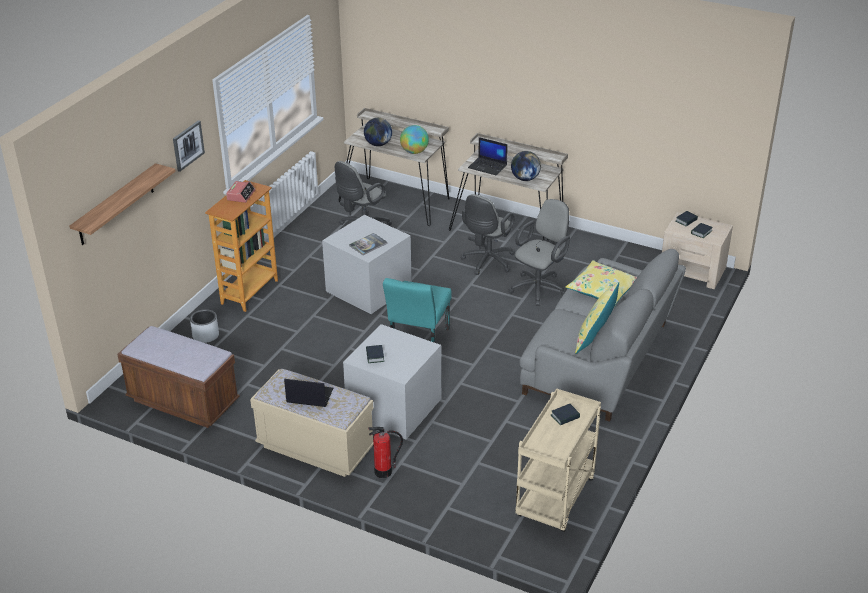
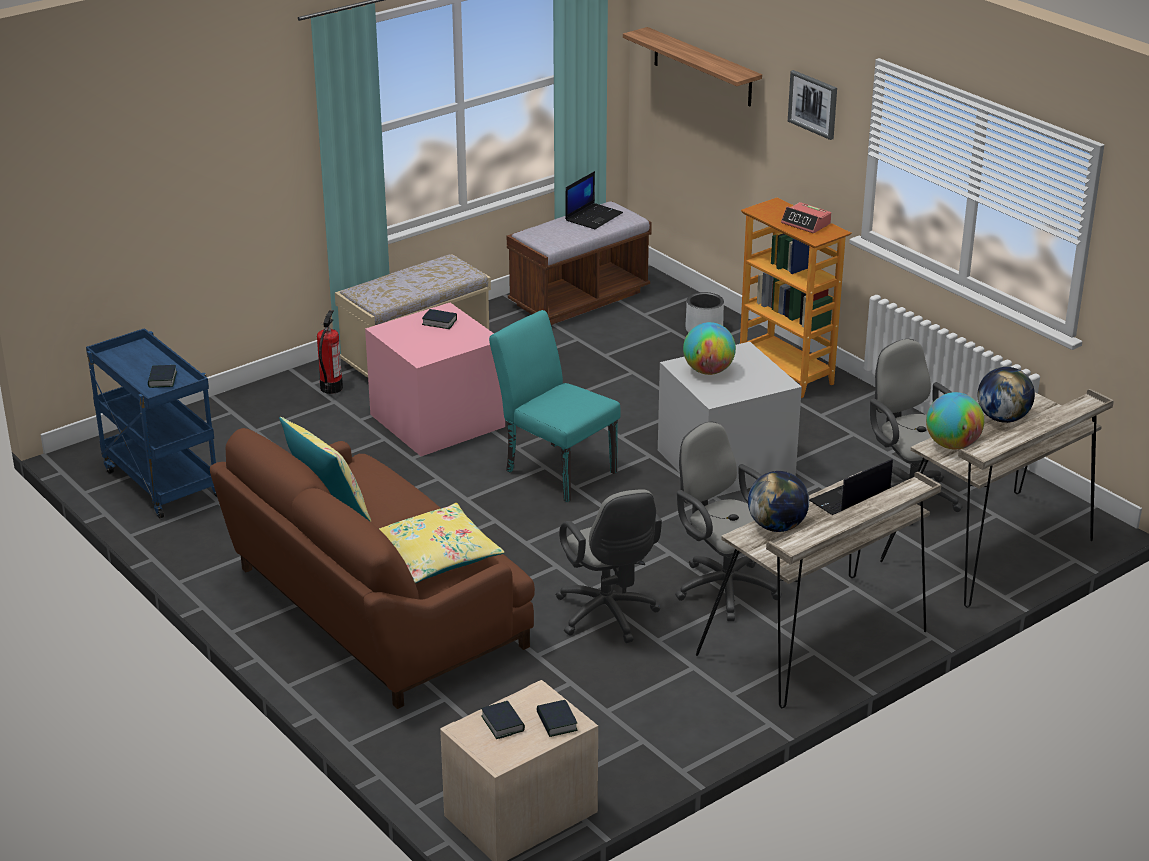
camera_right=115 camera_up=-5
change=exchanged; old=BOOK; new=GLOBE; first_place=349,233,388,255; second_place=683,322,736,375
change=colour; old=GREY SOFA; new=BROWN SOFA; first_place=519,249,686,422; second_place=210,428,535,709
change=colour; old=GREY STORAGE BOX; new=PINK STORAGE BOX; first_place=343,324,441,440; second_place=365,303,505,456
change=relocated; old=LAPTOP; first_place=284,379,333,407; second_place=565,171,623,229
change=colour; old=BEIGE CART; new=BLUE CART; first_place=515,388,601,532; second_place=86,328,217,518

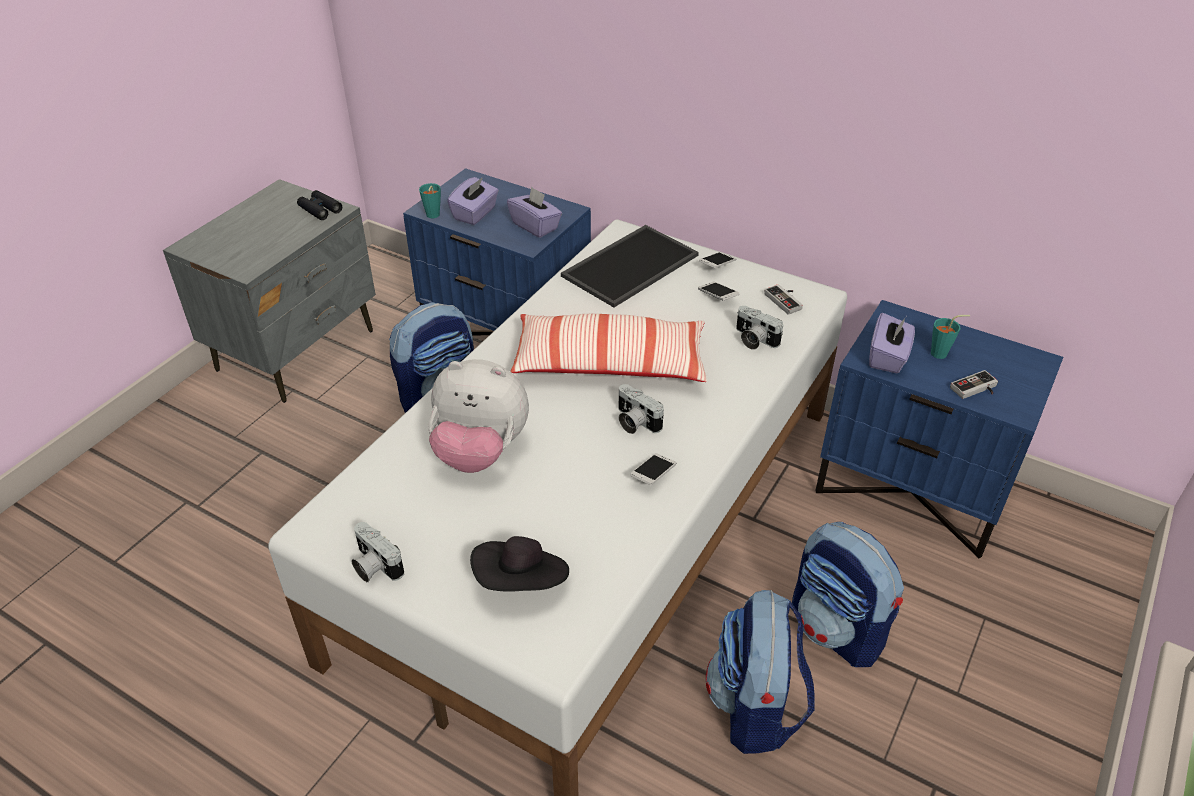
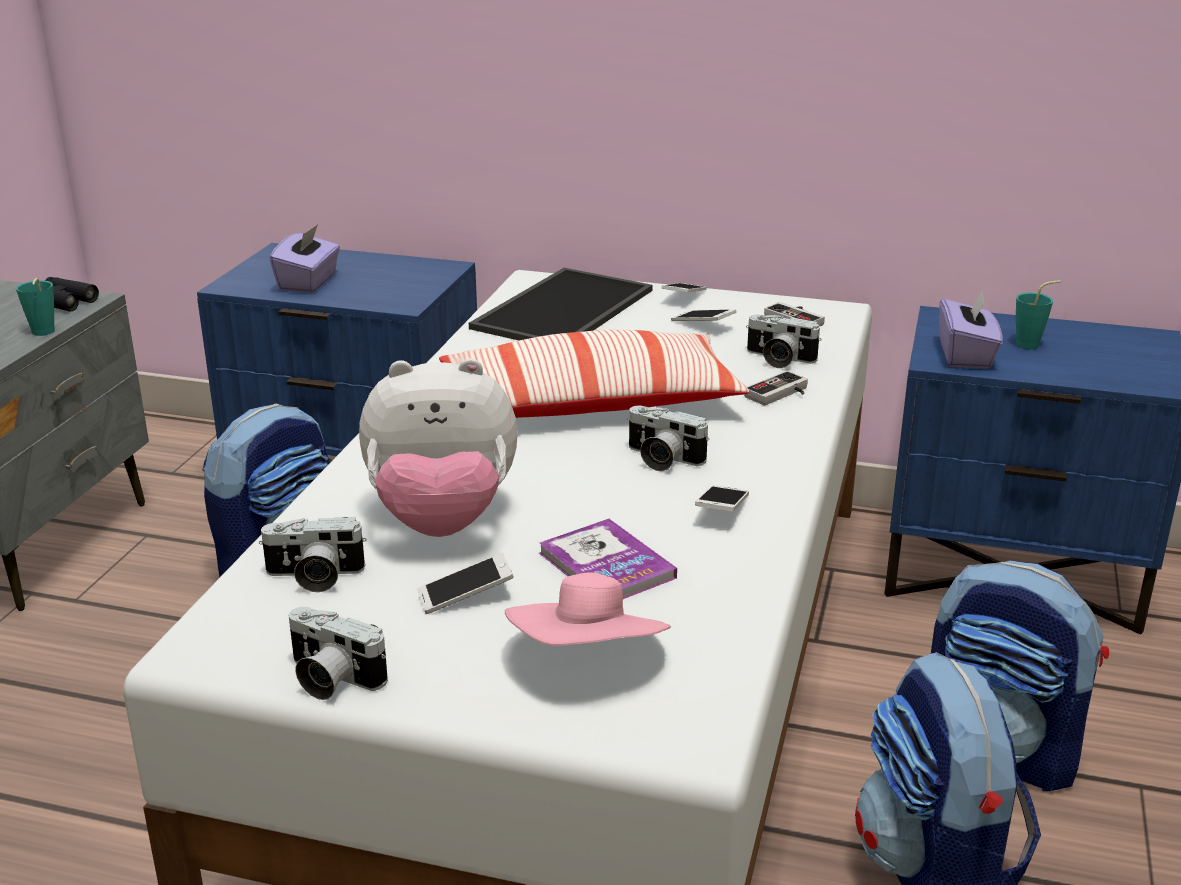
camera_right=-15 camera_up=-15
change=relocated; old=TURQUOISE CUP; first_place=419,183,441,218; second_place=16,278,55,336
change=missing; old=PURPLE TISSUE BOX; first_place=507,186,562,238
change=relocated; old=GAME CONTROLLER; first_place=950,370,998,399; second_place=744,371,808,406
change=colour; old=BLACK HAT; new=PINK HAT; first_place=470,536,569,592; second_place=505,572,671,646
change=appeared; new=PHOTO CAMERA; second_place=259,517,366,592
change=appeared; new=BOOK; second_place=539,519,677,599
change=appeared; new=PHONE; second_place=417,553,514,614

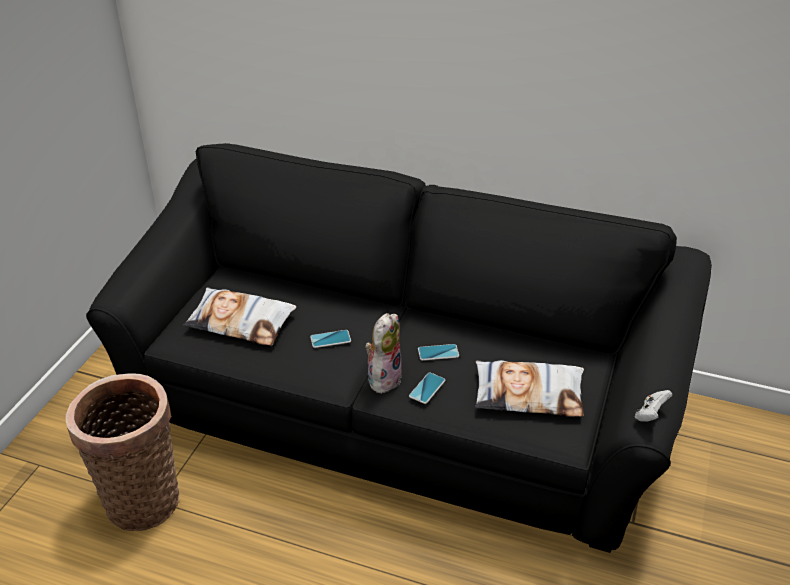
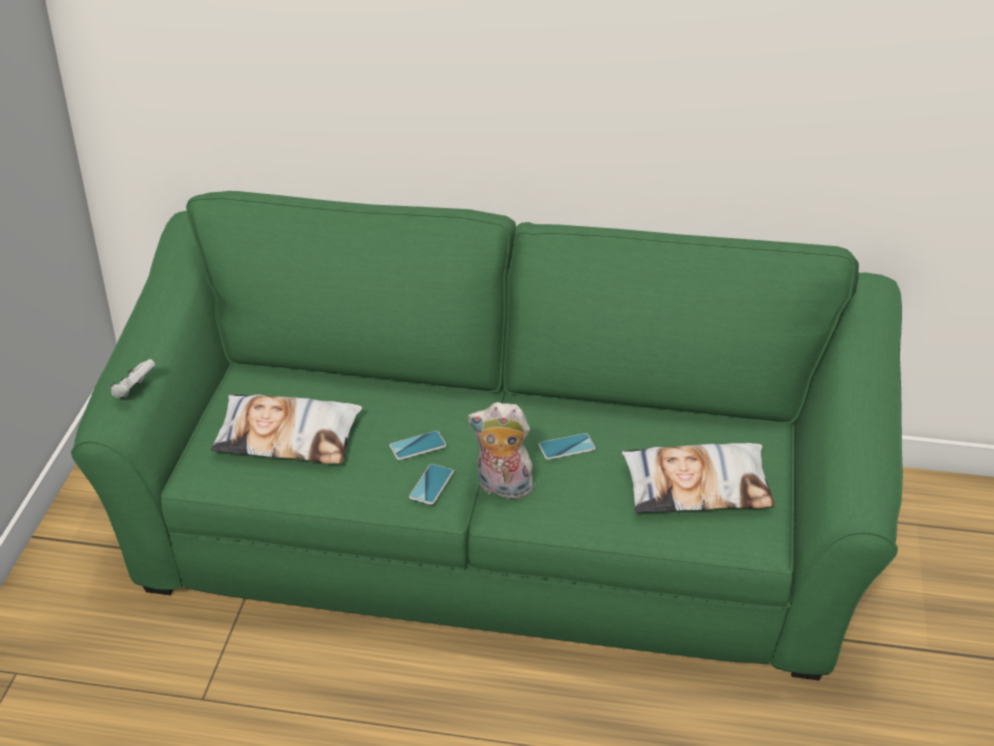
camera_right=-10 camera_up=0
change=colour; old=BLACK SOFA; new=GREEN SOFA; first_place=86,143,712,553; second_place=71,191,903,680
change=spun; old=PLUSH TOY; first_place=365,313,402,396; second_place=468,402,536,499; degrees=-90
change=relocated; old=PHONE; first_place=409,372,446,404; second_place=409,464,454,505
change=missing; old=BASKET; first_place=65,373,179,531
change=relocated; old=WHITE GAME CONTROLLER; first_place=635,390,672,422; second_place=110,359,155,398

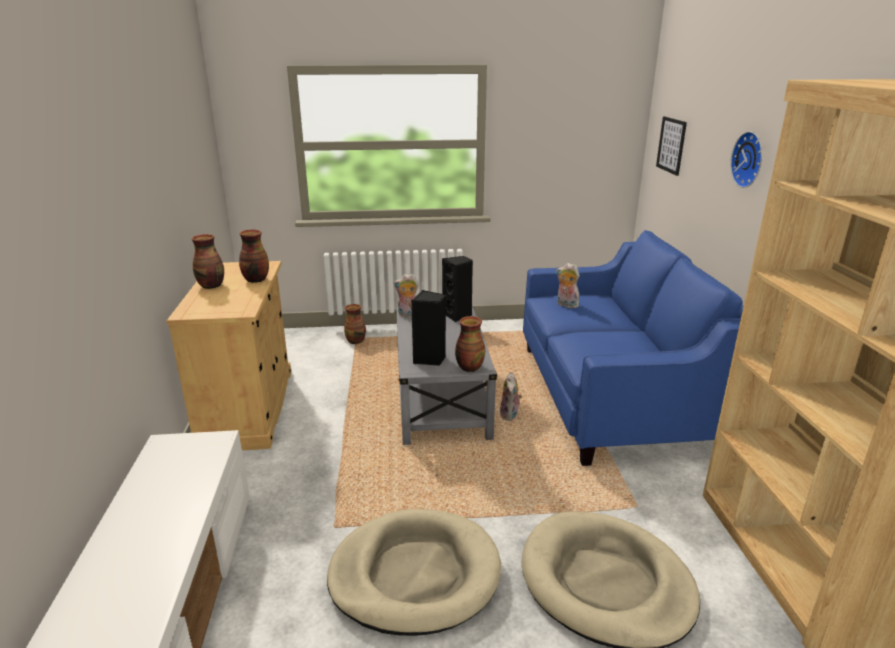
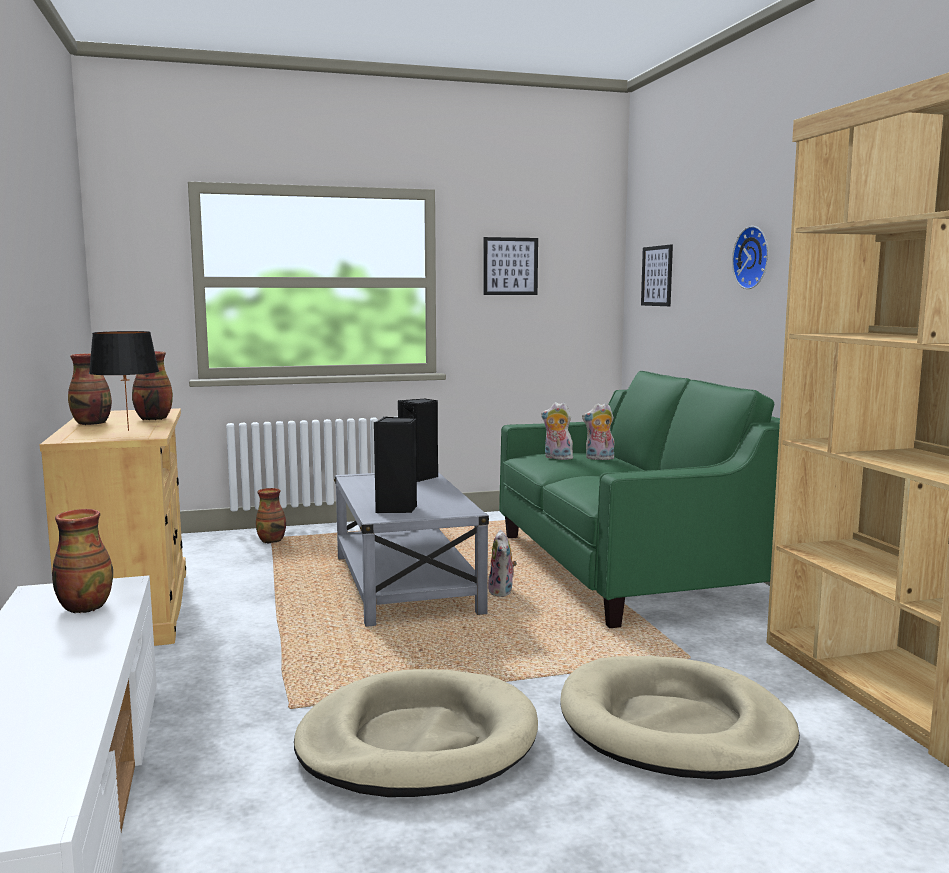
camera_right=-10 camera_up=-15
change=colour; old=BLUE SOFA; new=GREEN SOFA; first_place=523,230,744,466; second_place=499,371,780,628
change=relocated; old=PLUSH TOY; first_place=393,274,418,318; second_place=582,403,615,460
change=relocated; old=VASE; first_place=455,316,485,372; second_place=52,509,113,613
change=appeared; new=PICTURE; second_place=483,237,538,295
change=appeared; new=BLACK TABLE LAMP; second_place=89,331,159,431

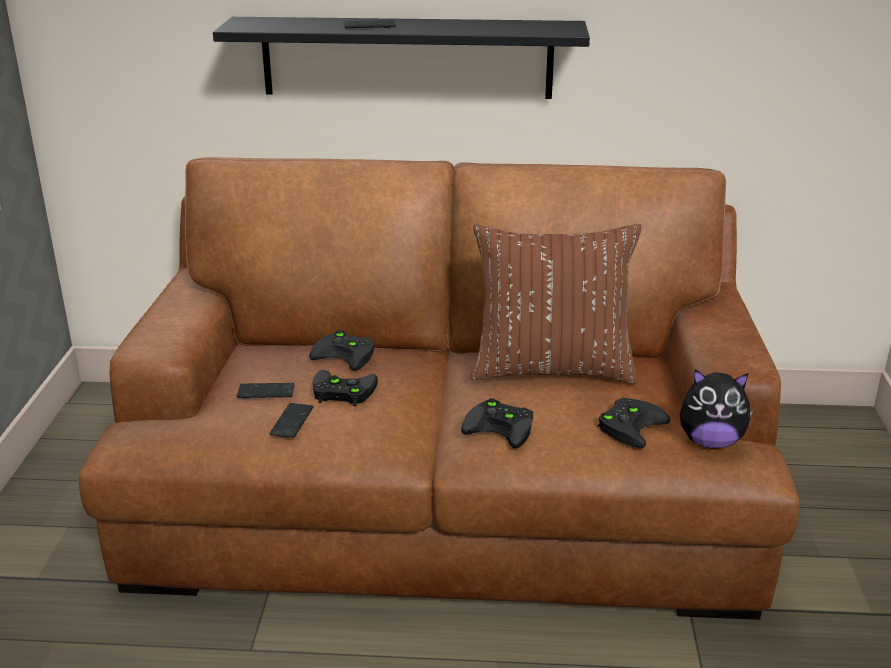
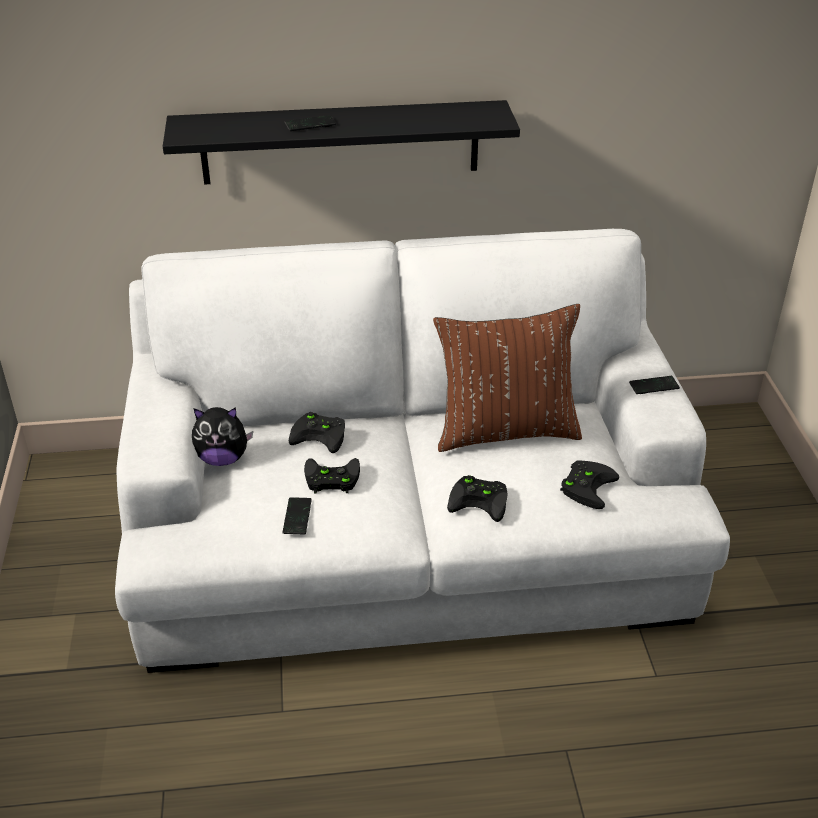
camera_right=-10 camera_up=10
change=colour; old=BROWN SOFA; new=WHITE SOFA; first_place=79,157,799,620; second_place=115,229,730,673
change=relocated; old=PLUSH TOY; first_place=680,369,753,449; second_place=192,407,253,466
change=relocated; old=PHONE; first_place=237,383,295,398; second_place=629,376,680,394

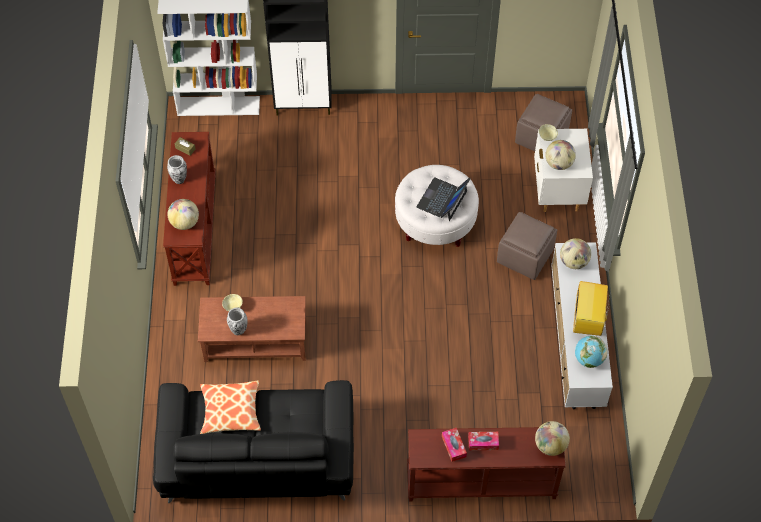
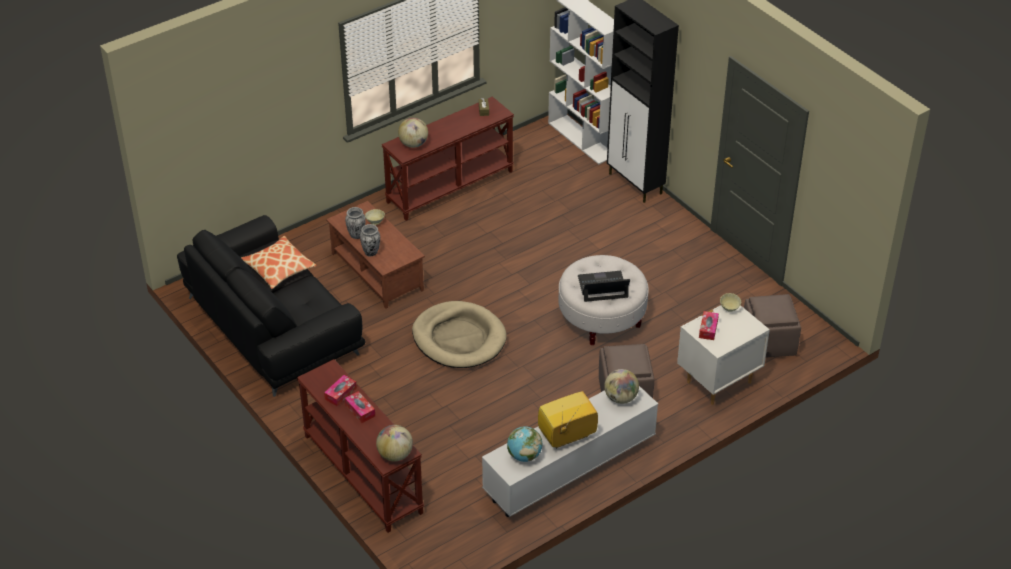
camera_right=55 camera_up=-15
change=exchanged; old=GLOBE; new=TISSUE BOX; first_place=545,140,576,170; second_place=699,311,719,340
change=relocated; old=VASE; first_place=167,155,187,184; second_place=360,224,380,256
change=appeared; new=BEIGE DOG BED; second_place=412,301,507,368

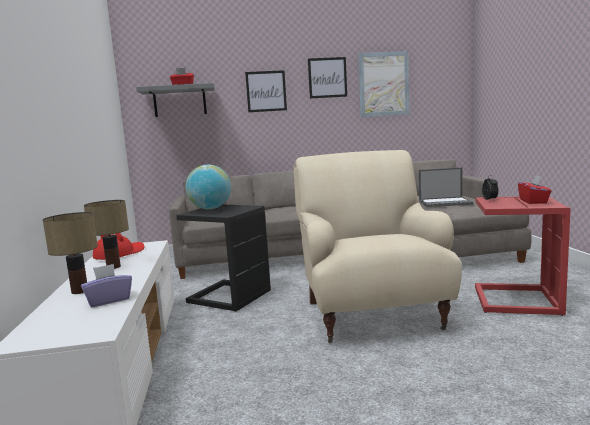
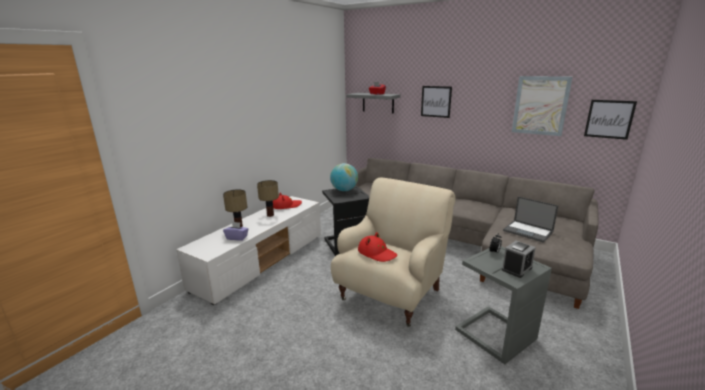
camera_right=40 camera_up=10
change=relocated; old=PICTURE; first_place=308,57,347,99; second_place=584,100,637,140
change=exchanged; old=RED TISSUE BOX; new=ALARM CLOCK; first_place=518,175,551,204; second_place=502,241,536,278
change=colour; old=RED SIDE TABLE; new=GREY SIDE TABLE; first_place=475,196,571,316; second_place=455,246,552,364
change=appeared; new=RED HAT; second_place=358,232,397,262

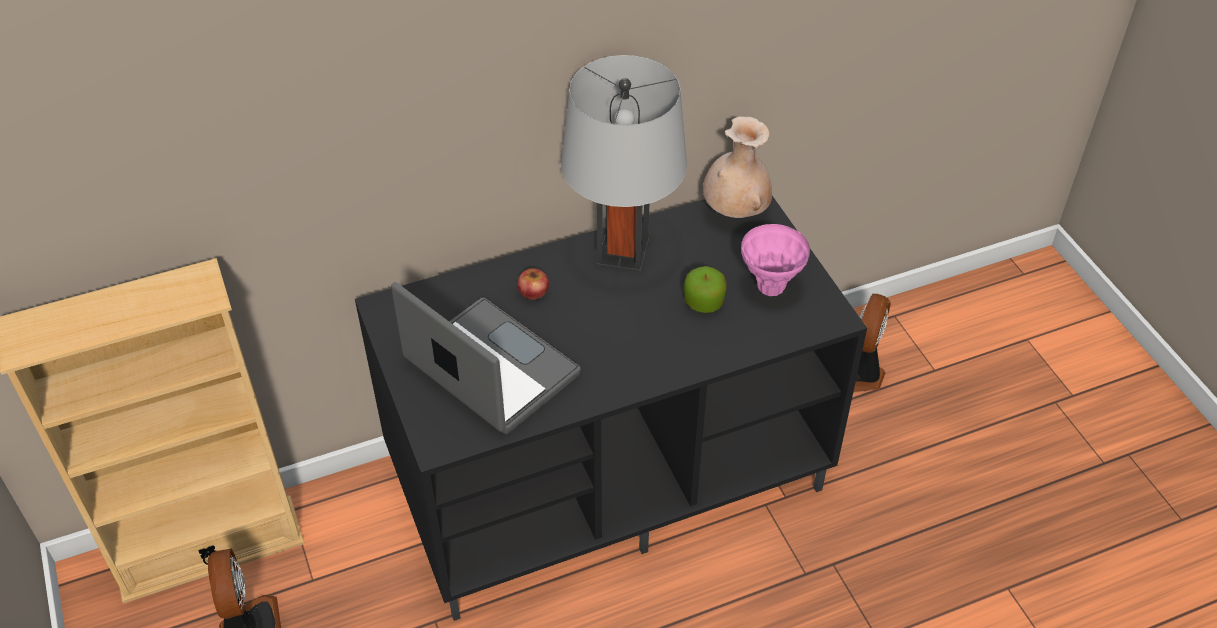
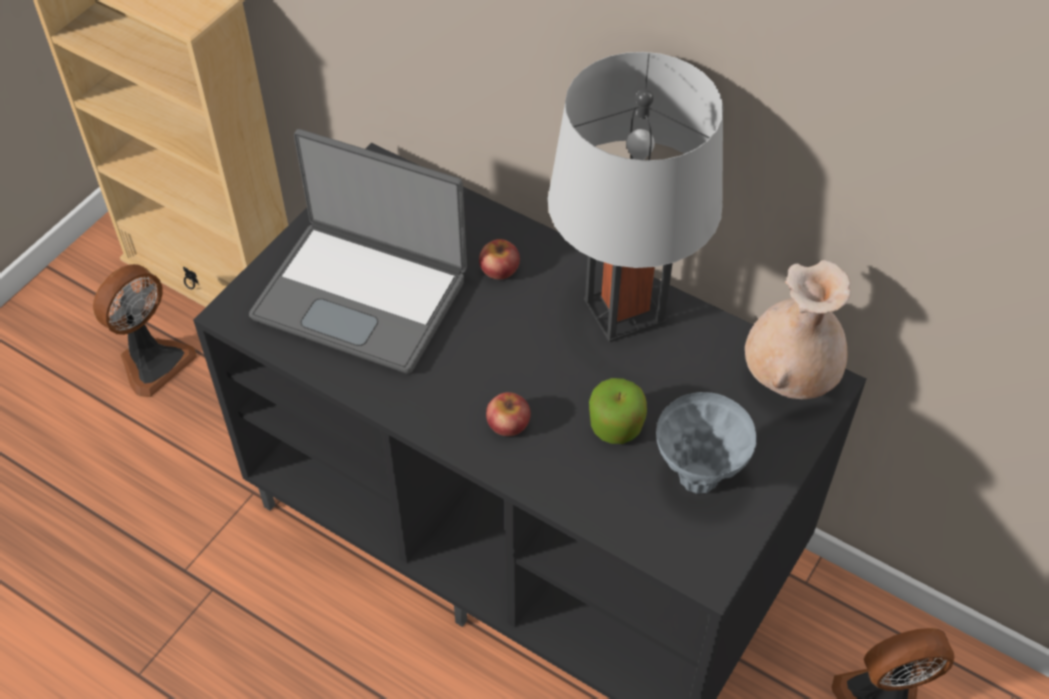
camera_right=55 camera_up=5
change=colour; old=PINK VASE; new=GREY VASE; first_place=741,224,810,296; second_place=656,392,757,494
change=spun; old=LAPTOP; first_place=391,282,581,434; second_place=249,129,467,374; degrees=105
change=appeared; new=APPLE; second_place=486,392,531,436

